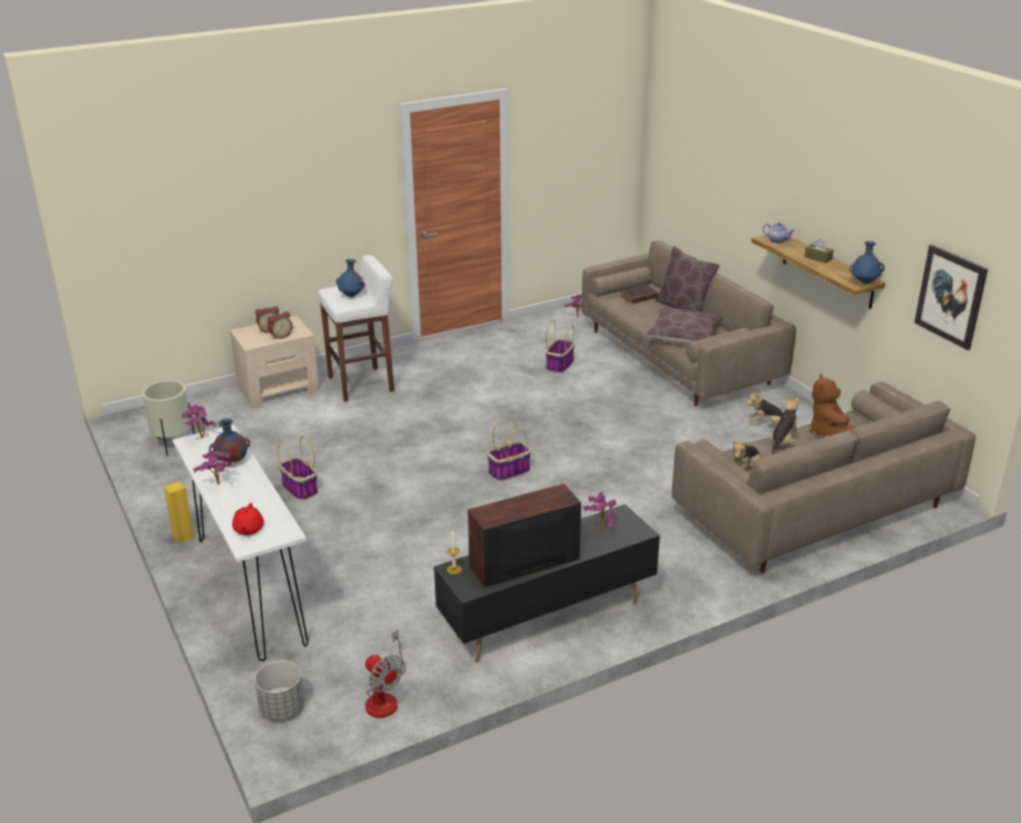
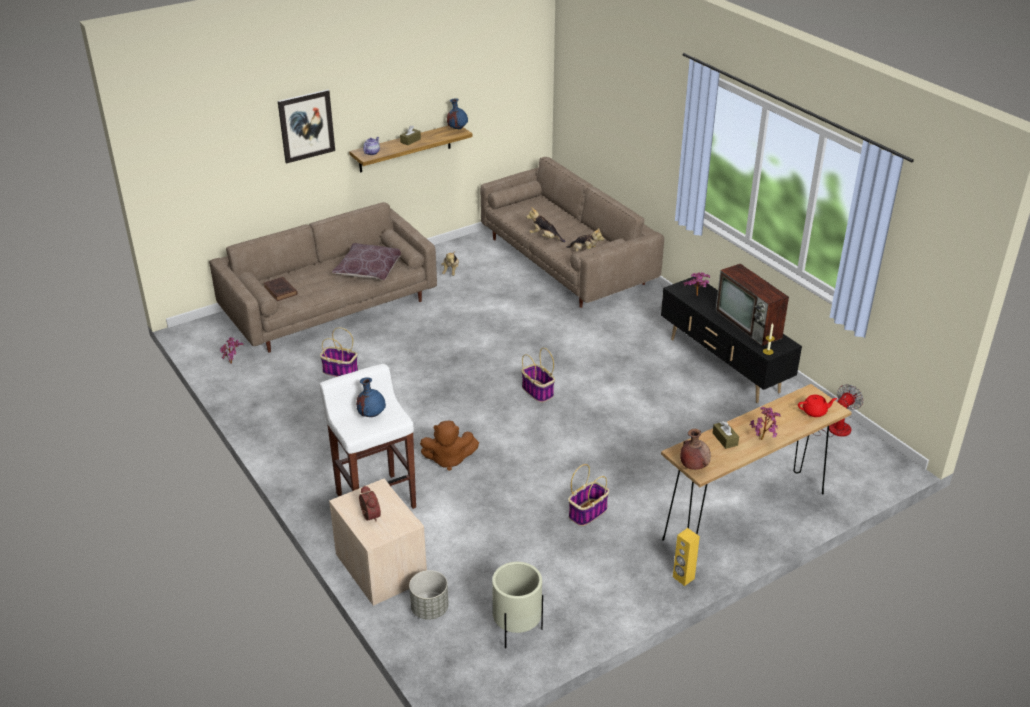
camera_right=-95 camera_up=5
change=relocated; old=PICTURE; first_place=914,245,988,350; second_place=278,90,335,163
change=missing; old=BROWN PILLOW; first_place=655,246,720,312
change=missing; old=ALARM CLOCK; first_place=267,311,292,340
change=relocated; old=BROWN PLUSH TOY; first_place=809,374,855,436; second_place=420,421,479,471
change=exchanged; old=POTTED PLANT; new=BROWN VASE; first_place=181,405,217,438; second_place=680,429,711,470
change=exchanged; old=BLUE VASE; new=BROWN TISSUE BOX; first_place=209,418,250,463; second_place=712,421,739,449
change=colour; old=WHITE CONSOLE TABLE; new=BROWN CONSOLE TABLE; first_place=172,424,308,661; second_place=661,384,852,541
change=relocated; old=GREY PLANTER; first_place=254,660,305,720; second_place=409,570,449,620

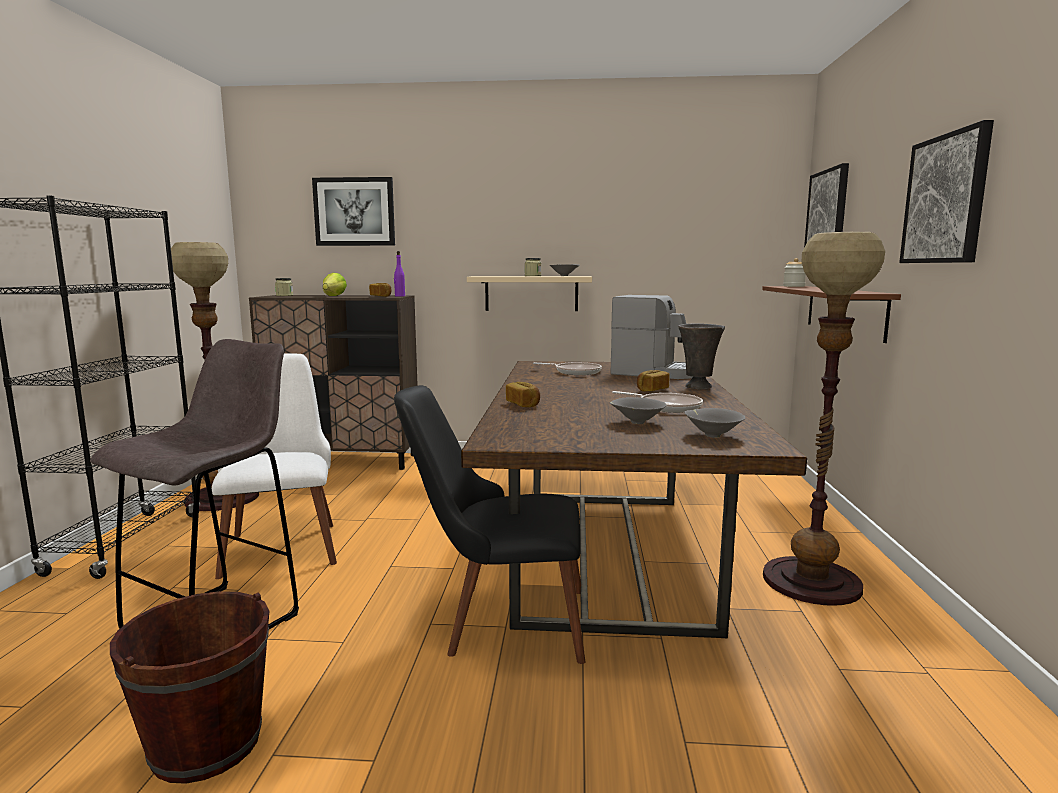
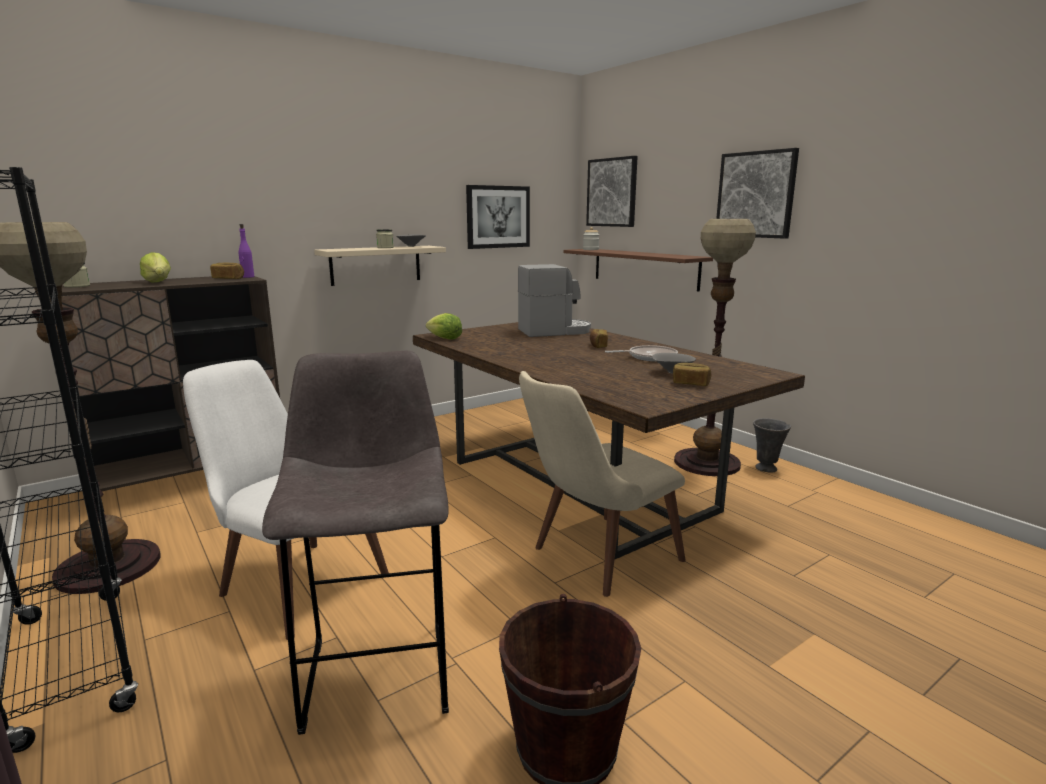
camera_right=-40 camera_up=5
change=relocated; old=PICTURE; first_place=312,177,395,246; second_place=466,185,530,249
change=relocated; old=GREY VASE; first_place=678,323,725,389; second_place=753,418,791,472
change=missing; old=FRYING PAN; first_place=533,362,602,375
change=relocated; old=BREAD; first_place=506,382,540,407; second_place=673,363,711,386
change=colour; old=BLACK CHAIR; new=BEIGE CHAIR; first_place=394,385,585,664; second_place=519,371,686,597
change=missing; old=GREY BOWL; first_place=684,408,745,438
change=appeared; new=LETTUCE; second_place=426,313,462,340

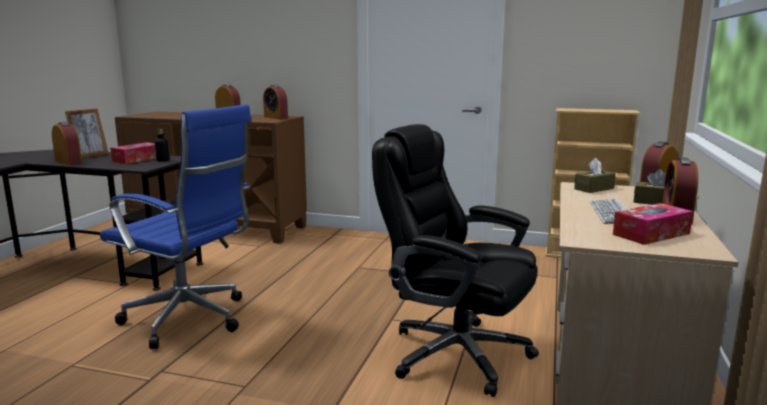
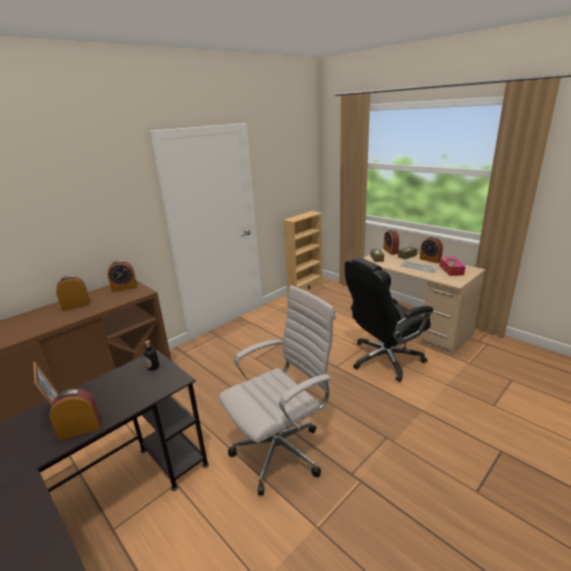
camera_right=-60 camera_up=10
change=colour; old=BLUE OFFICE CHAIR; new=WHITE OFFICE CHAIR; first_place=100,104,251,349; second_place=219,285,336,495
change=missing; old=TISSUE BOX; first_place=110,142,156,164

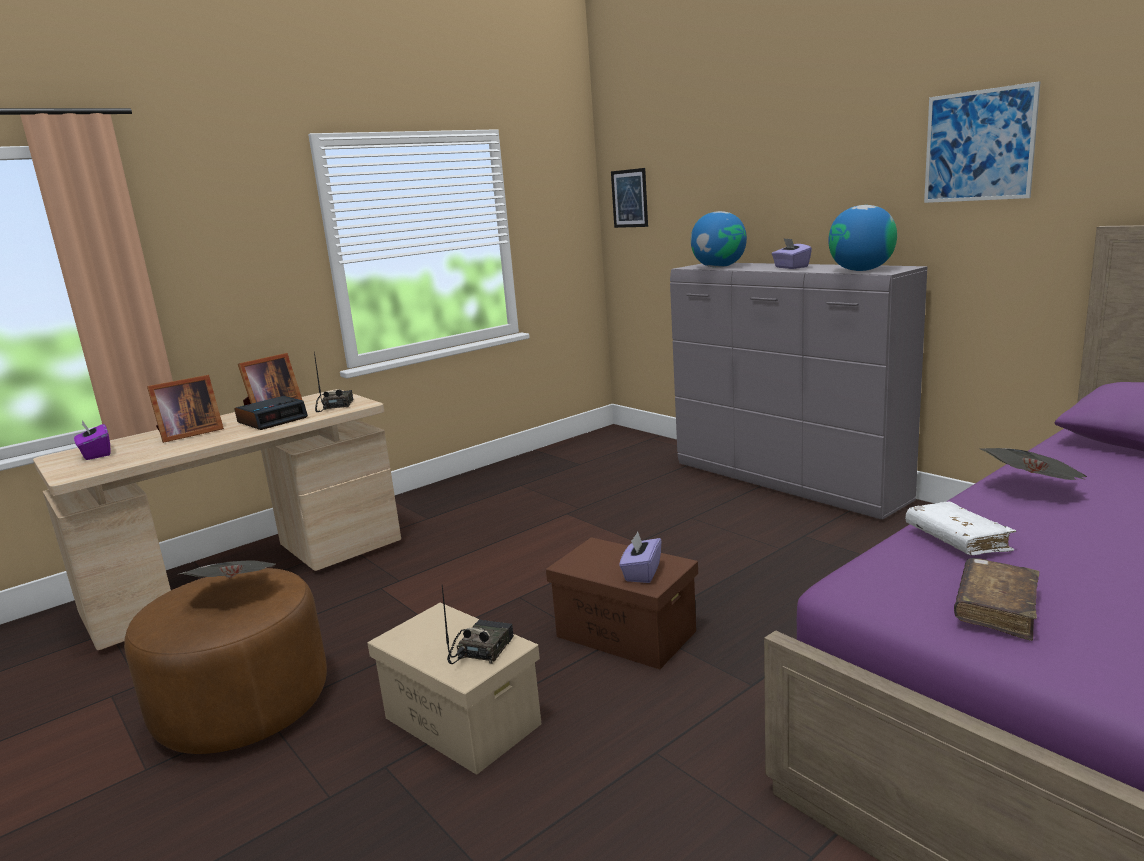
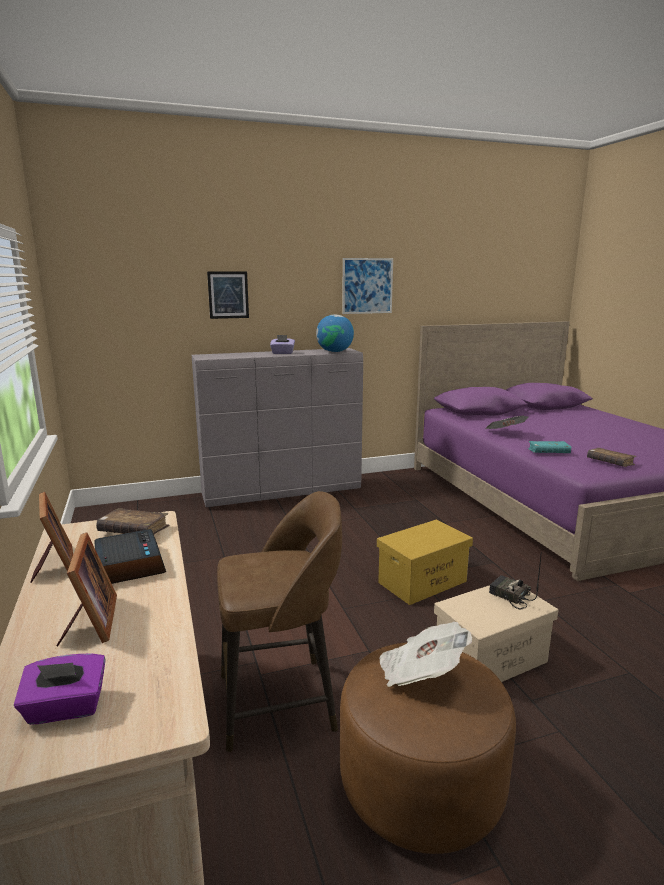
camera_right=-70 camera_up=0
change=relocated; old=PICTURE; first_place=611,168,648,228; second_place=207,271,249,319
change=missing; old=GLOBE; first_place=691,211,747,268
change=exchanged; old=RADIO; new=BROWN BOOK; first_place=314,352,353,412; second_place=96,508,170,535
change=colour; old=WHITE BOOK; new=TURQUOISE BOOK; first_place=905,501,1016,555; second_place=528,441,571,453
change=missing; old=PURPLE TISSUE BOX; first_place=619,532,662,583
change=colour; old=BROWN STORAGE BOX; new=YELLOW STORAGE BOX; first_place=546,537,698,669; second_place=377,519,473,605
change=appeared; new=BROWN STOOL; second_place=217,491,342,752

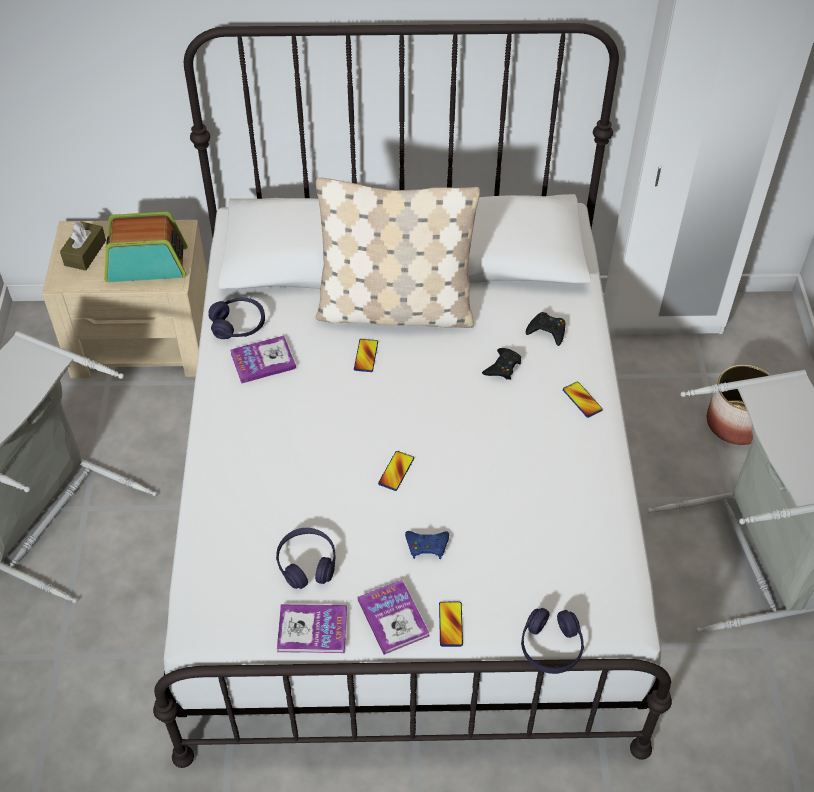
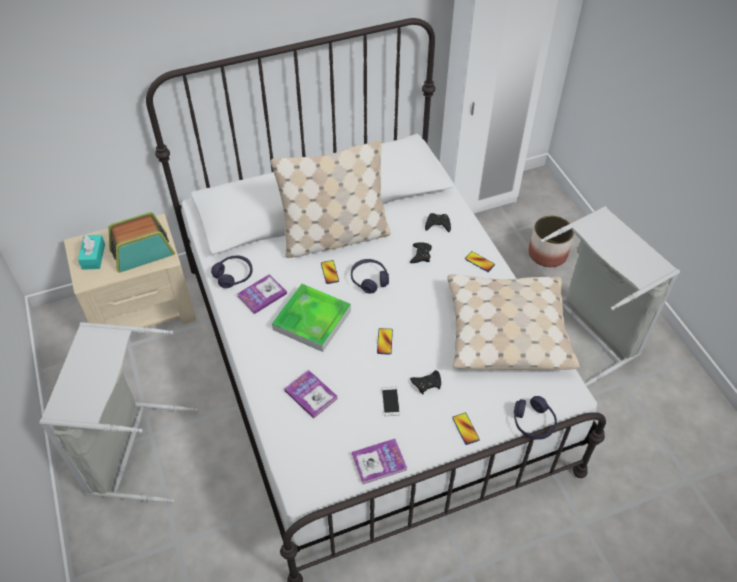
camera_right=-20 camera_up=0
change=colour; old=BROWN TISSUE BOX; new=TURQUOISE TISSUE BOX; first_place=60,221,106,271; second_place=78,235,105,270
change=relocated; old=PURPLE HEADPHONES; first_place=276,528,335,589; second_place=351,259,389,294
change=colour; old=BLUE GAME CONTROLLER; new=BLACK GAME CONTROLLER; first_place=405,531,449,559; second_place=410,370,441,395
change=relocated; old=BOOK; first_place=358,580,429,655; second_place=284,370,338,419
change=appeared; new=BEIGE PILLOW; second_place=447,274,580,370
change=appeared; new=TRAY; second_place=272,284,351,352
change=appeared; new=PHONE; second_place=382,387,400,416

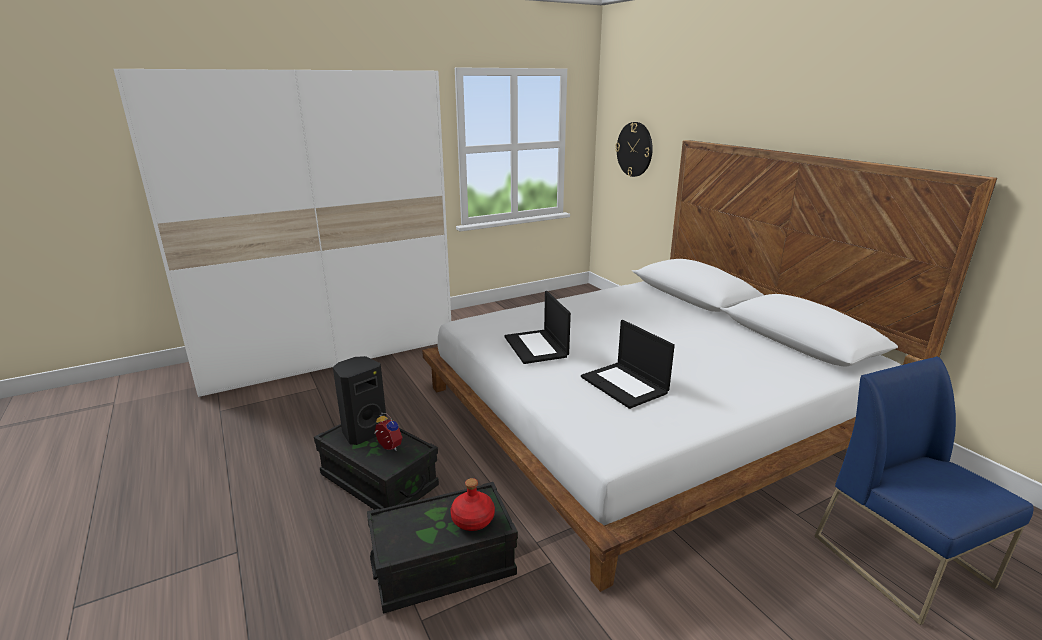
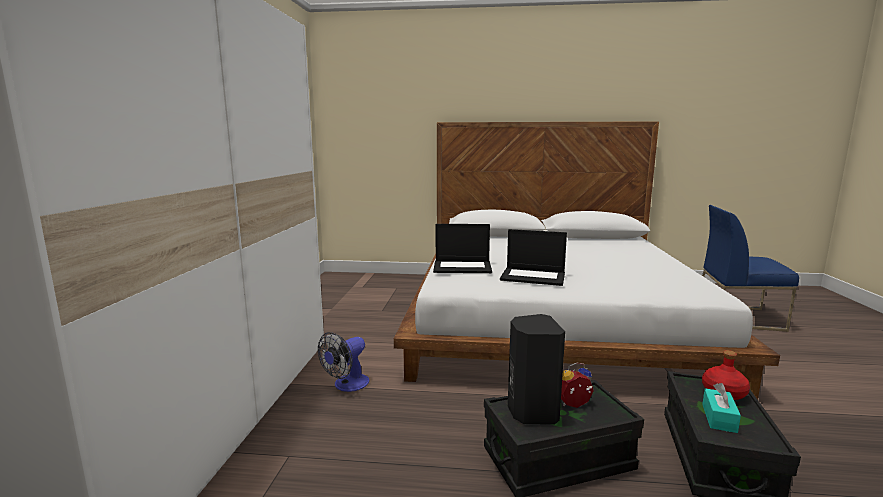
camera_right=-55 camera_up=-10
change=missing; old=WALL CLOCK; first_place=615,122,653,177
change=relocated; old=LAPTOP; first_place=581,320,675,409; second_place=433,224,492,273
change=appeared; new=FAN; second_place=318,332,369,392
change=appeared; new=TURQUOISE TISSUE BOX; second_place=702,383,741,433

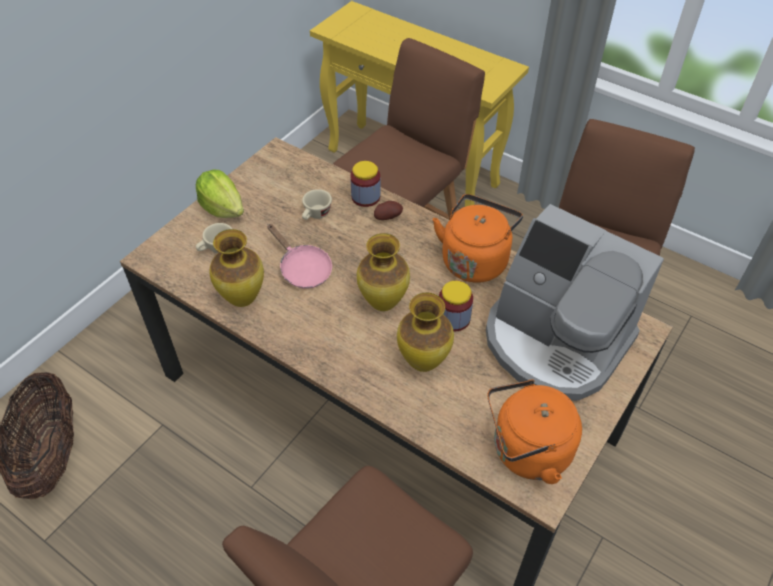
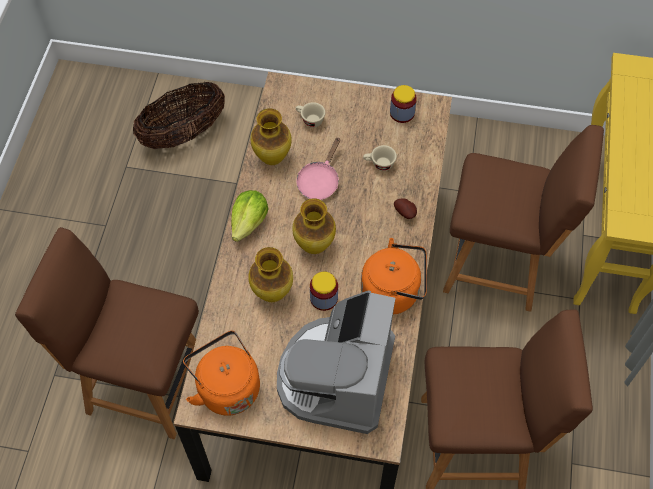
camera_right=65 camera_up=10
change=relocated; old=JAR; first_place=350,161,381,207; second_place=390,85,417,123
change=relocated; old=LETTUCE; first_place=196,169,244,218; second_place=231,190,268,242

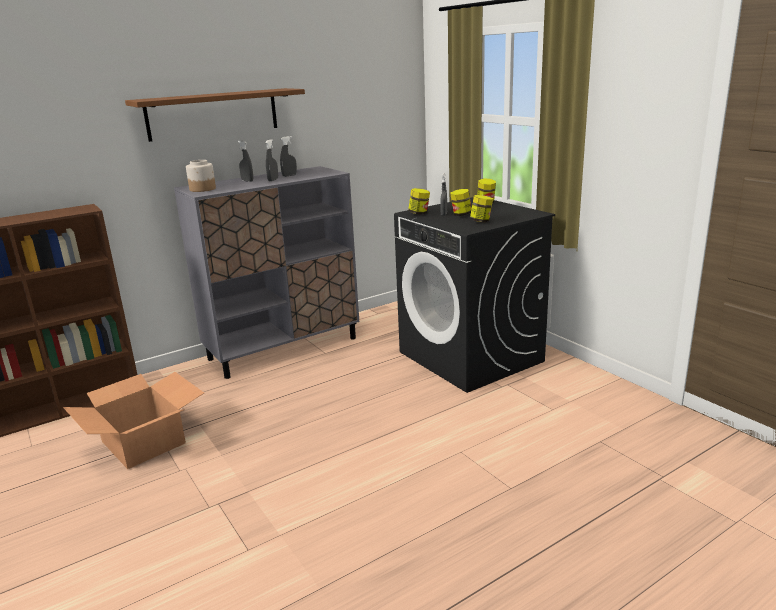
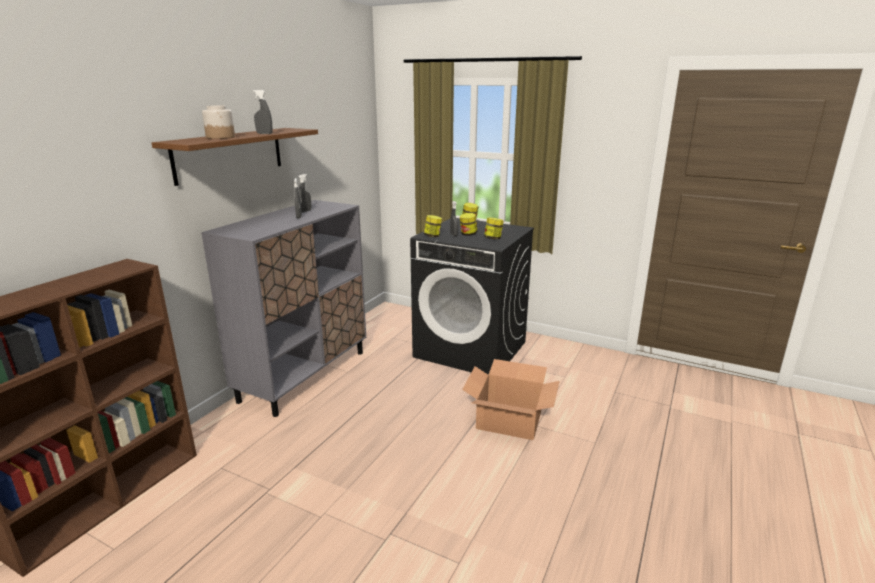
camera_right=-30 camera_up=0
change=relocated; old=GREY SPRAY BOTTLE; first_place=238,141,253,182; second_place=253,90,272,134
change=relocated; old=JAR; first_place=186,160,216,192; second_place=202,105,235,139
change=relocated; old=CARDBOARD BOX; first_place=63,372,204,469; second_place=462,359,560,440

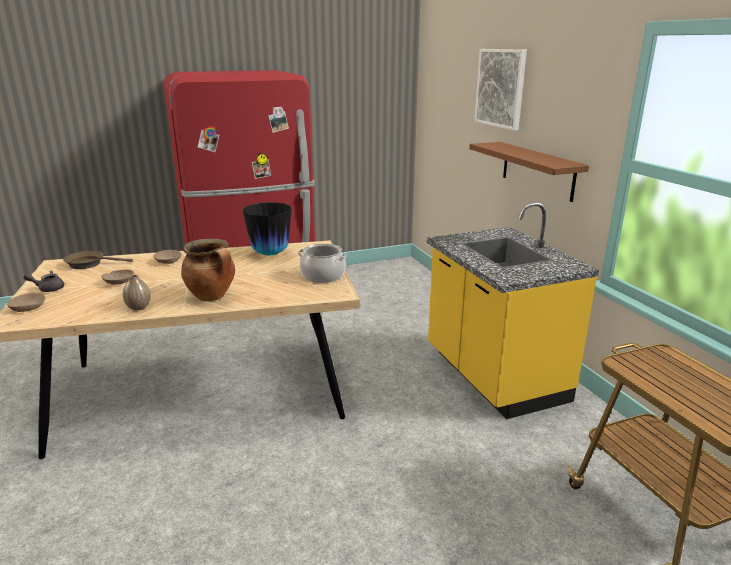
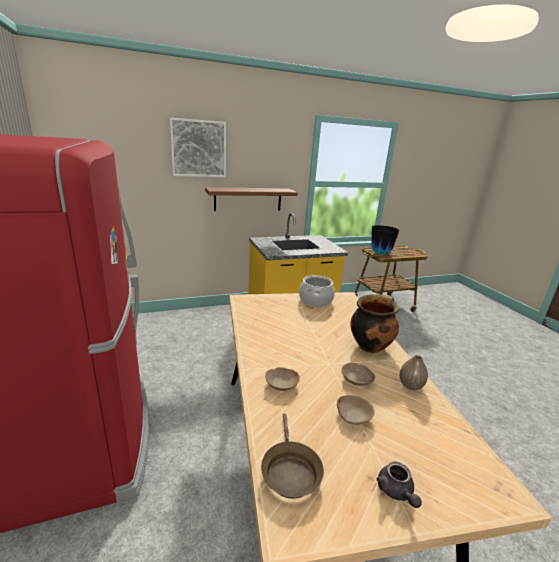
camera_right=-90 camera_up=0
change=relocated; old=VASE; first_place=243,202,292,255; second_place=371,225,399,254
change=relocated; old=BEIGE BOWL; first_place=7,293,45,312; second_place=341,363,375,386

